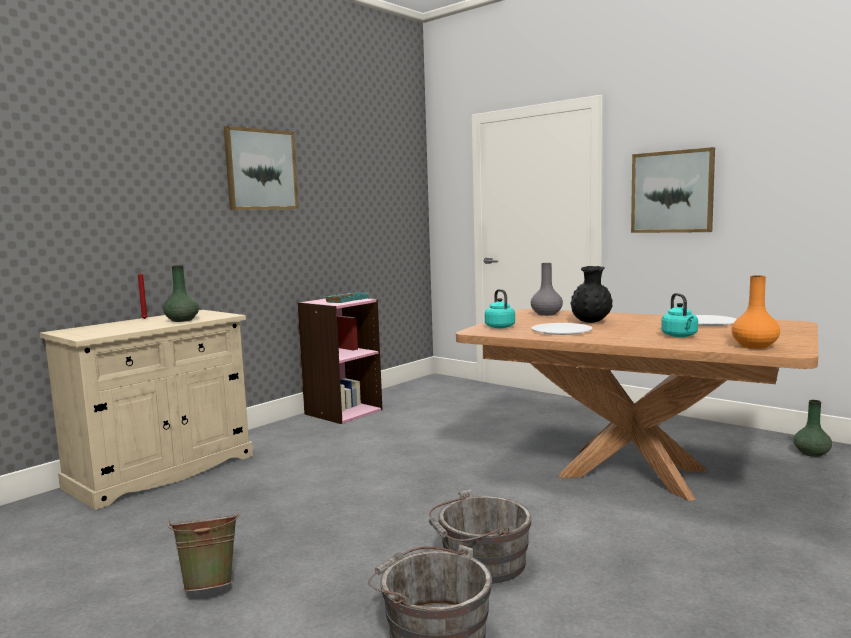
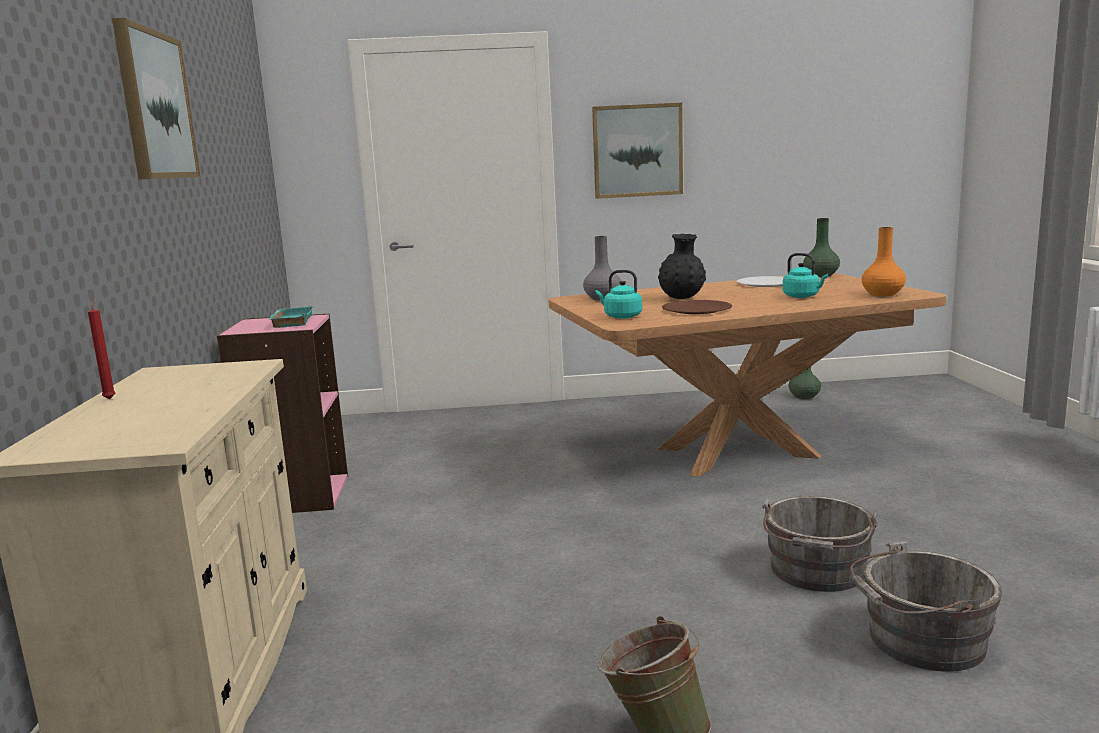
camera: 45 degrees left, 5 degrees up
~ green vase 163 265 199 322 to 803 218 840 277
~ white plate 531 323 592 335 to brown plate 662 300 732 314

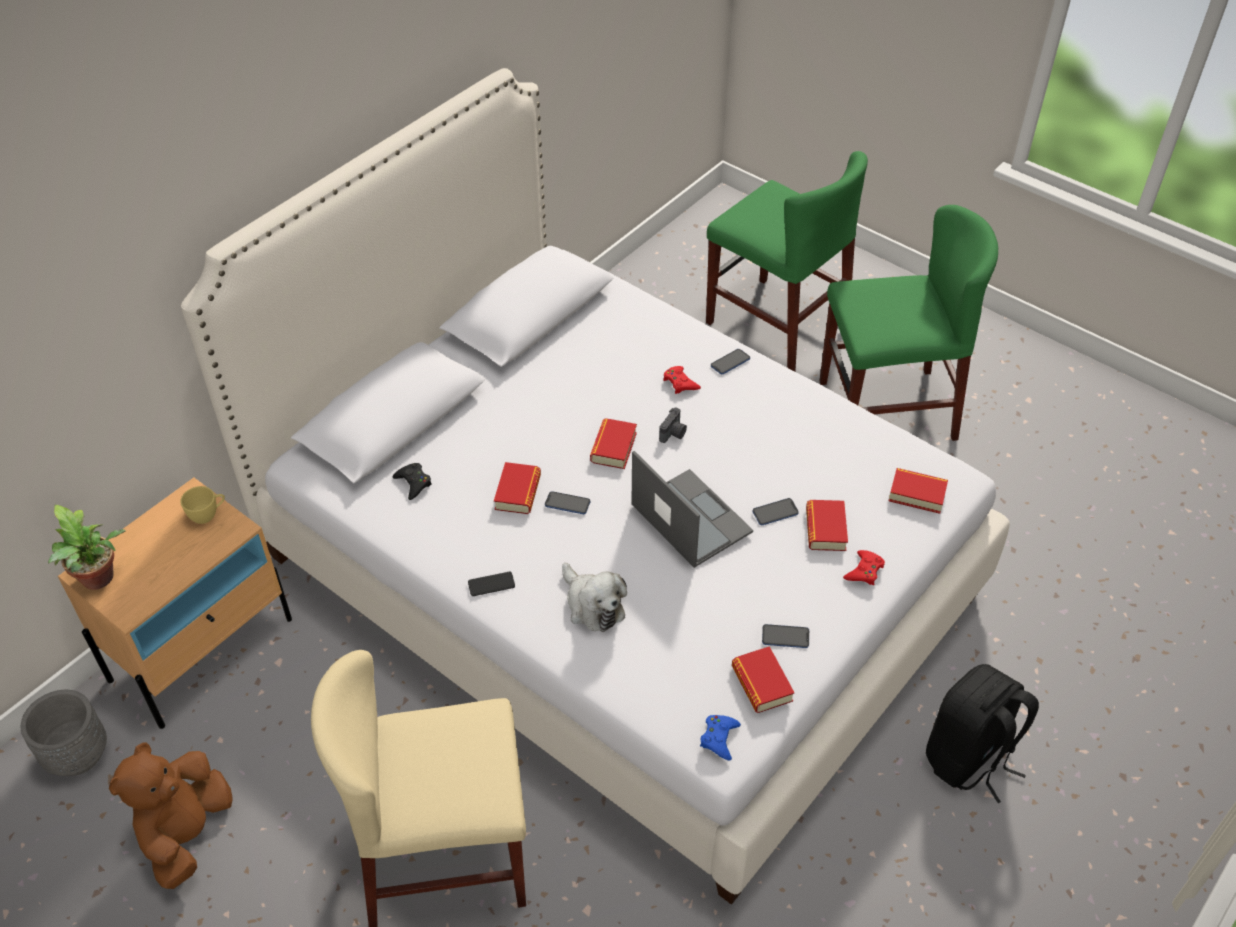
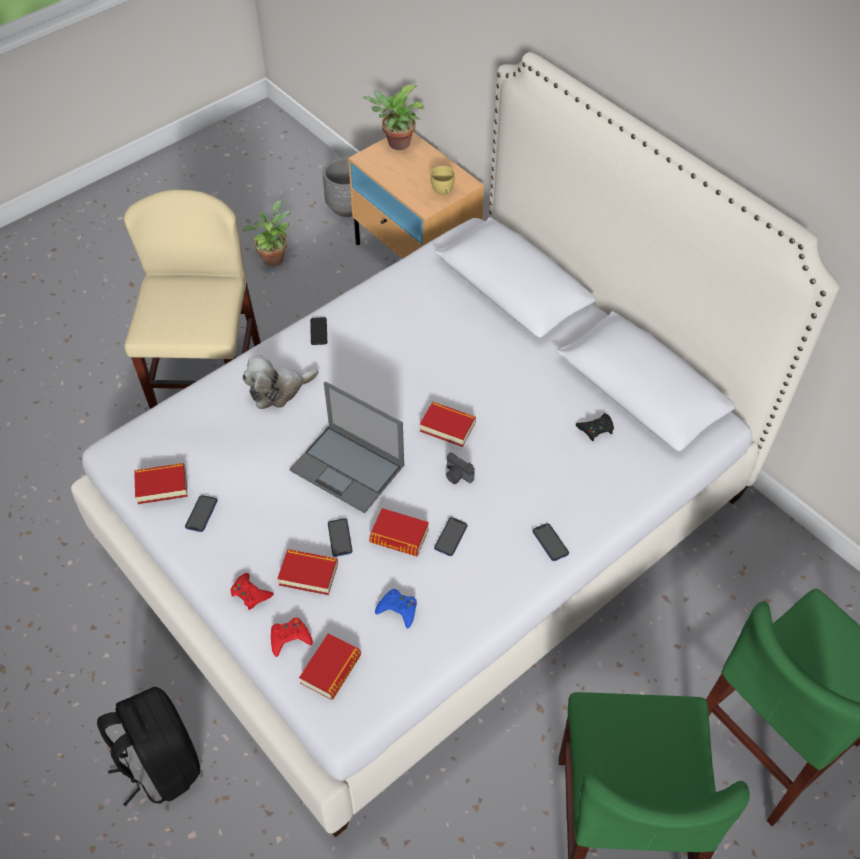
camera: 100 degrees right, 5 degrees up
~ black game controller 393 463 432 500 to 576 413 614 441
~ book 494 462 541 514 to 369 508 429 556
~ phone 545 491 590 514 to 434 517 468 556
~ red game controller 663 366 701 394 to 271 618 313 657
~ blue game controller 700 715 741 760 to 375 589 417 629
~ brown plush toy 109 742 233 889 to potted plant 242 200 291 266
~ laptop 631 451 753 568 = 289 381 404 513 60 degrees clockwise

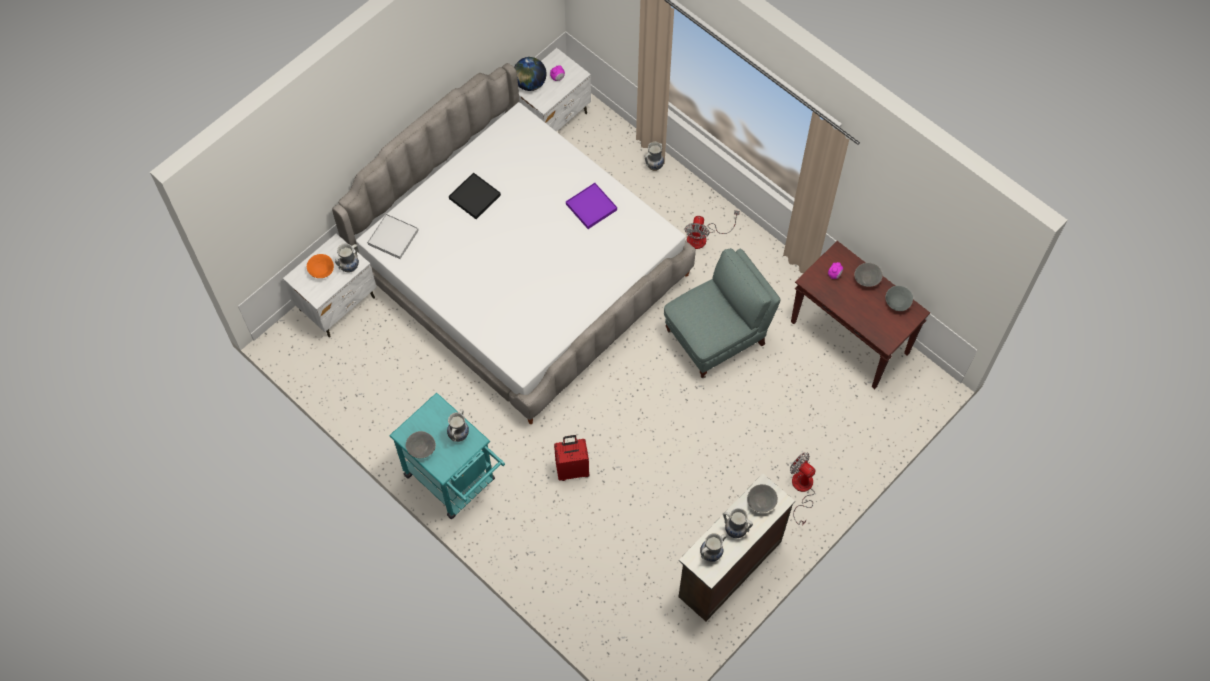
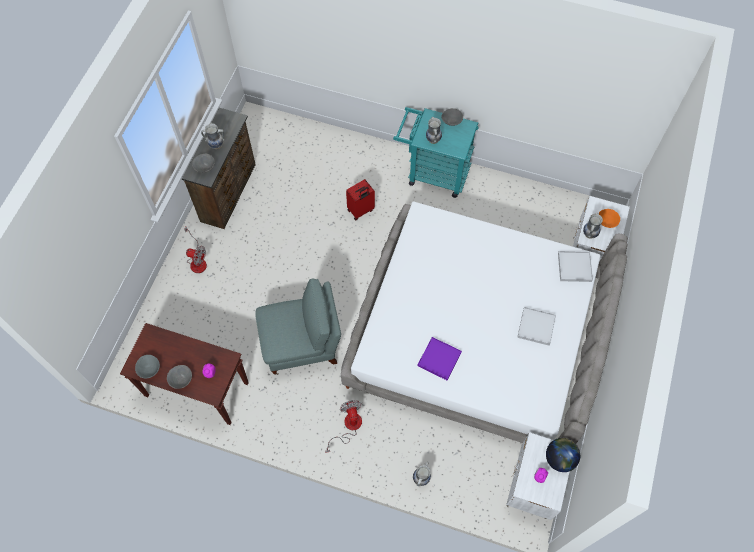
camera: 155 degrees right, 0 degrees up
- vase 700 533 726 562
~ black tray 449 172 501 219 to white tray 517 307 556 346
~ grey armchair 664 248 781 378 = 255 279 341 375 135 degrees counterclockwise

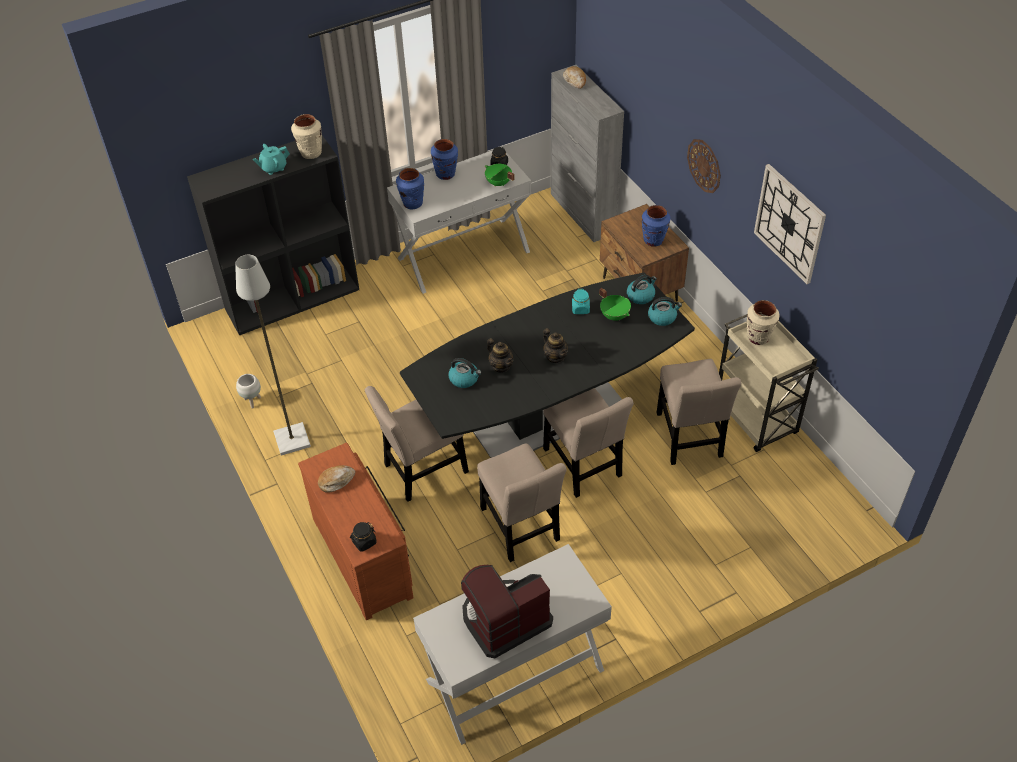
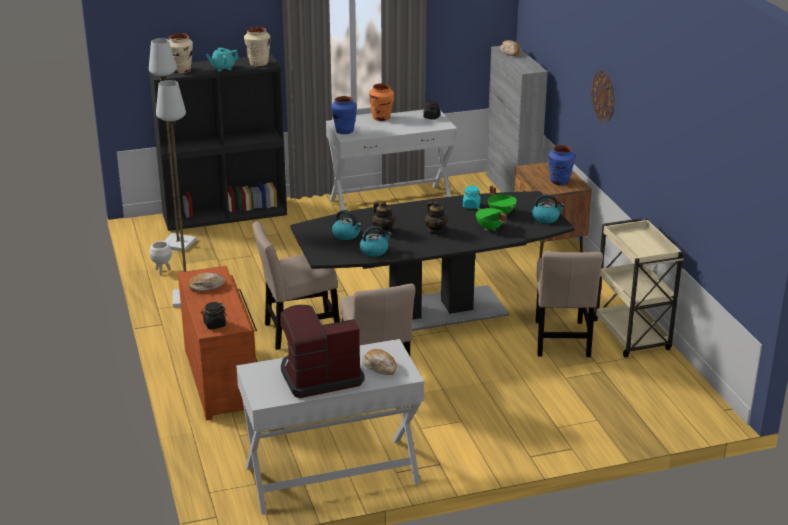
camera: 10 degrees right, 20 degrees down
- beige chair 543 388 634 498
- wall clock 754 164 826 284
+ grey floor lamp 149 38 196 251
+ bread 362 349 397 375
~ green cooking pot 485 164 515 186 to 476 208 507 231
~ kettle 627 275 657 304 to 359 226 392 256
~ beige vase 747 300 780 345 to 169 33 193 74
~ blue vase 431 139 458 180 to orange vase 369 84 394 121

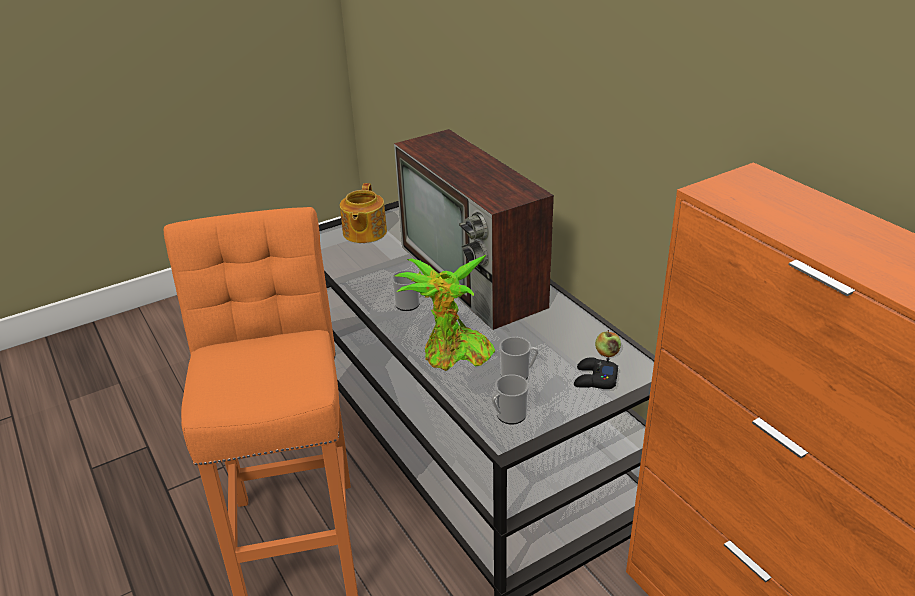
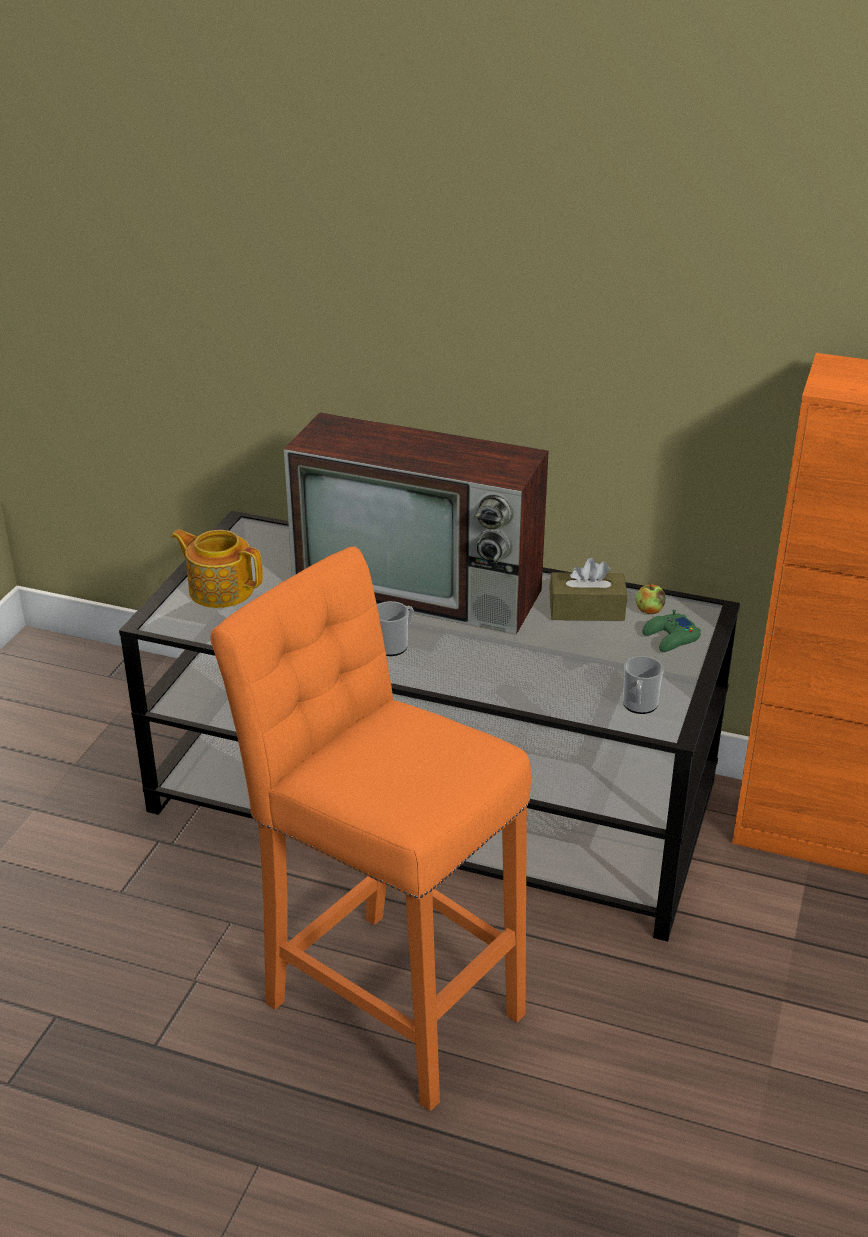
camera: 40 degrees left, 0 degrees up
- potted plant 395 255 495 371
- mug 499 337 538 380
+ brown tissue box 549 558 627 621
~ black game controller 574 357 618 389 to green game controller 642 610 701 652
~ teapot 340 183 387 243 = 171 530 263 608 150 degrees clockwise

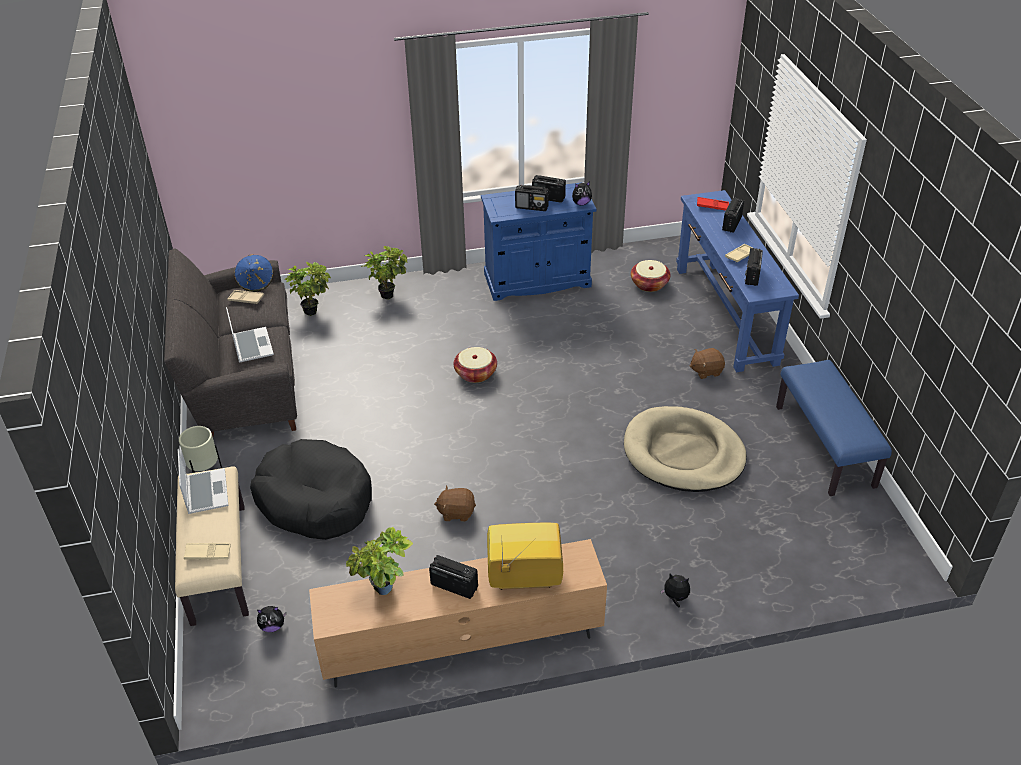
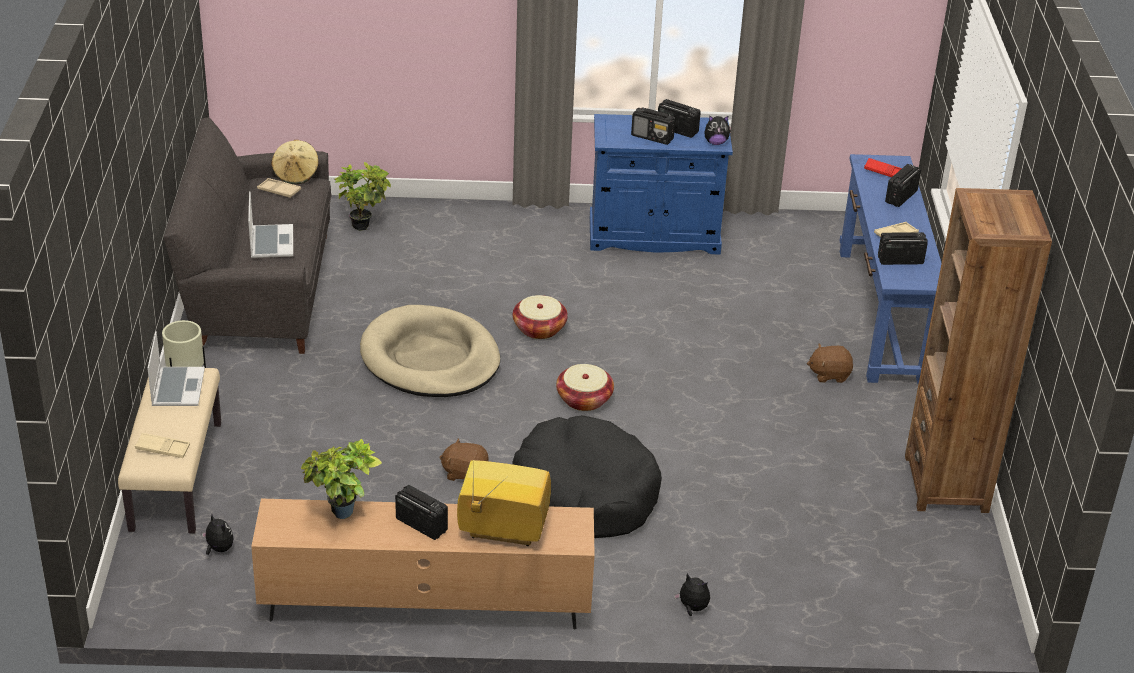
camera: 10 degrees right, 5 degrees down
- potted plant 361 246 407 299
~ black dog bed 250 439 372 540 to 513 415 662 538
~ beige dog bed 624 406 747 492 to 360 305 500 397
~ basket 631 260 671 292 to 556 364 614 411
~ blue bench 776 360 892 496 to brown bookcase 905 188 1052 513
~ blue hat 234 254 273 292 to beige hat 271 140 319 184
~ plush toy 257 606 286 632 = 202 514 233 555 135 degrees counterclockwise
~ radio 745 248 763 286 = 878 232 928 265 60 degrees clockwise

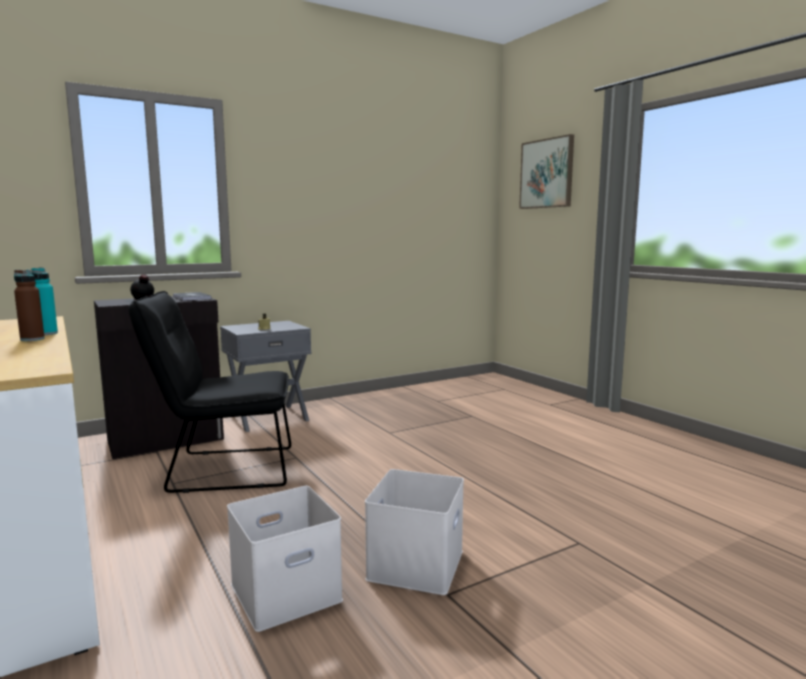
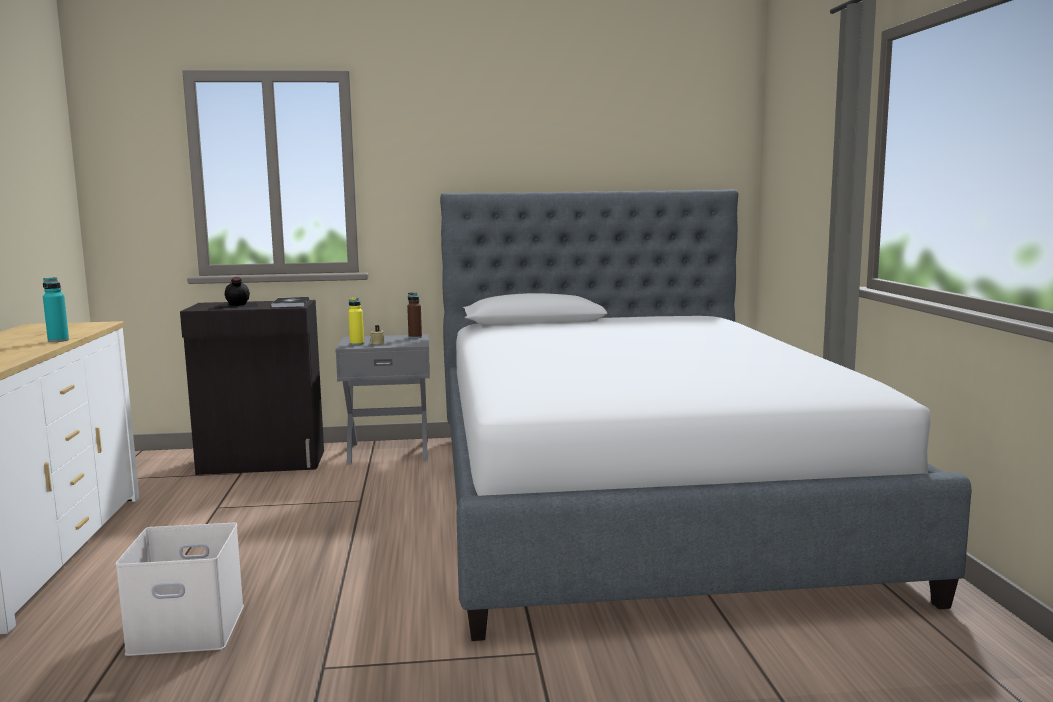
camera: 25 degrees right, 0 degrees up
- black chair 128 291 291 493
- white storage box 365 469 464 595
- picture 519 134 574 209
+ yellow bottle 348 297 364 345
+ bed 440 189 972 641
~ brown bottle 14 270 45 341 to 407 292 422 339

